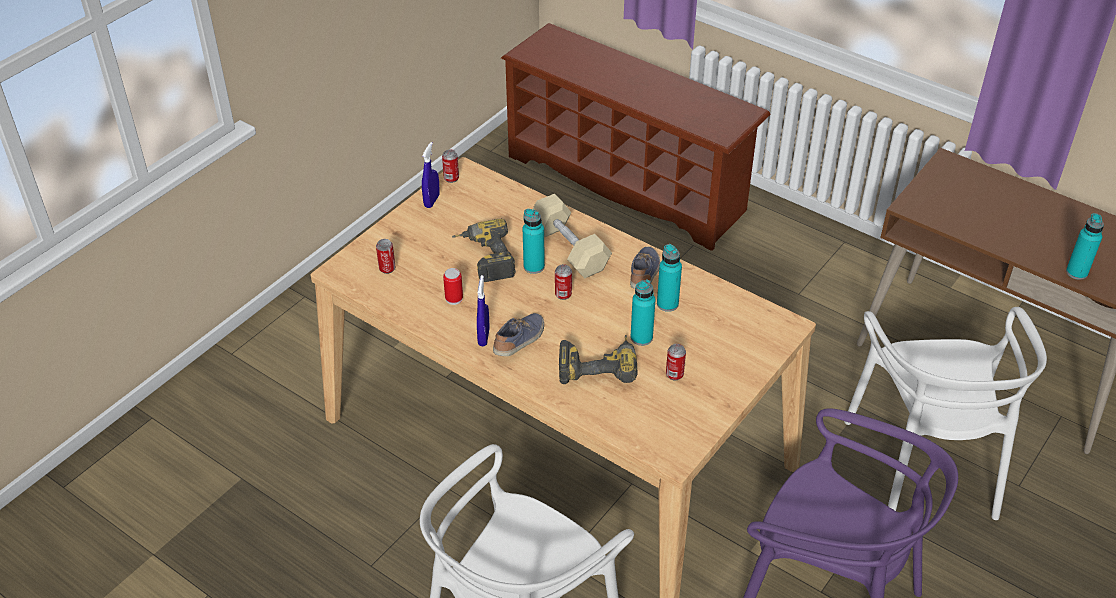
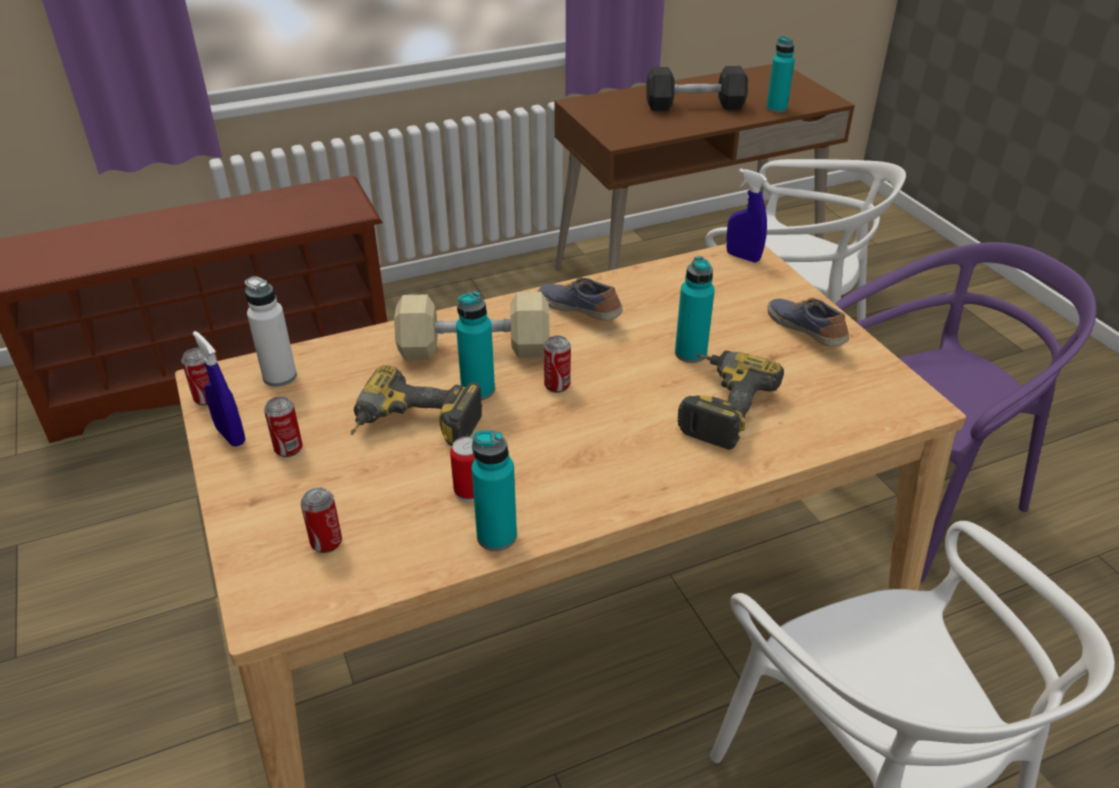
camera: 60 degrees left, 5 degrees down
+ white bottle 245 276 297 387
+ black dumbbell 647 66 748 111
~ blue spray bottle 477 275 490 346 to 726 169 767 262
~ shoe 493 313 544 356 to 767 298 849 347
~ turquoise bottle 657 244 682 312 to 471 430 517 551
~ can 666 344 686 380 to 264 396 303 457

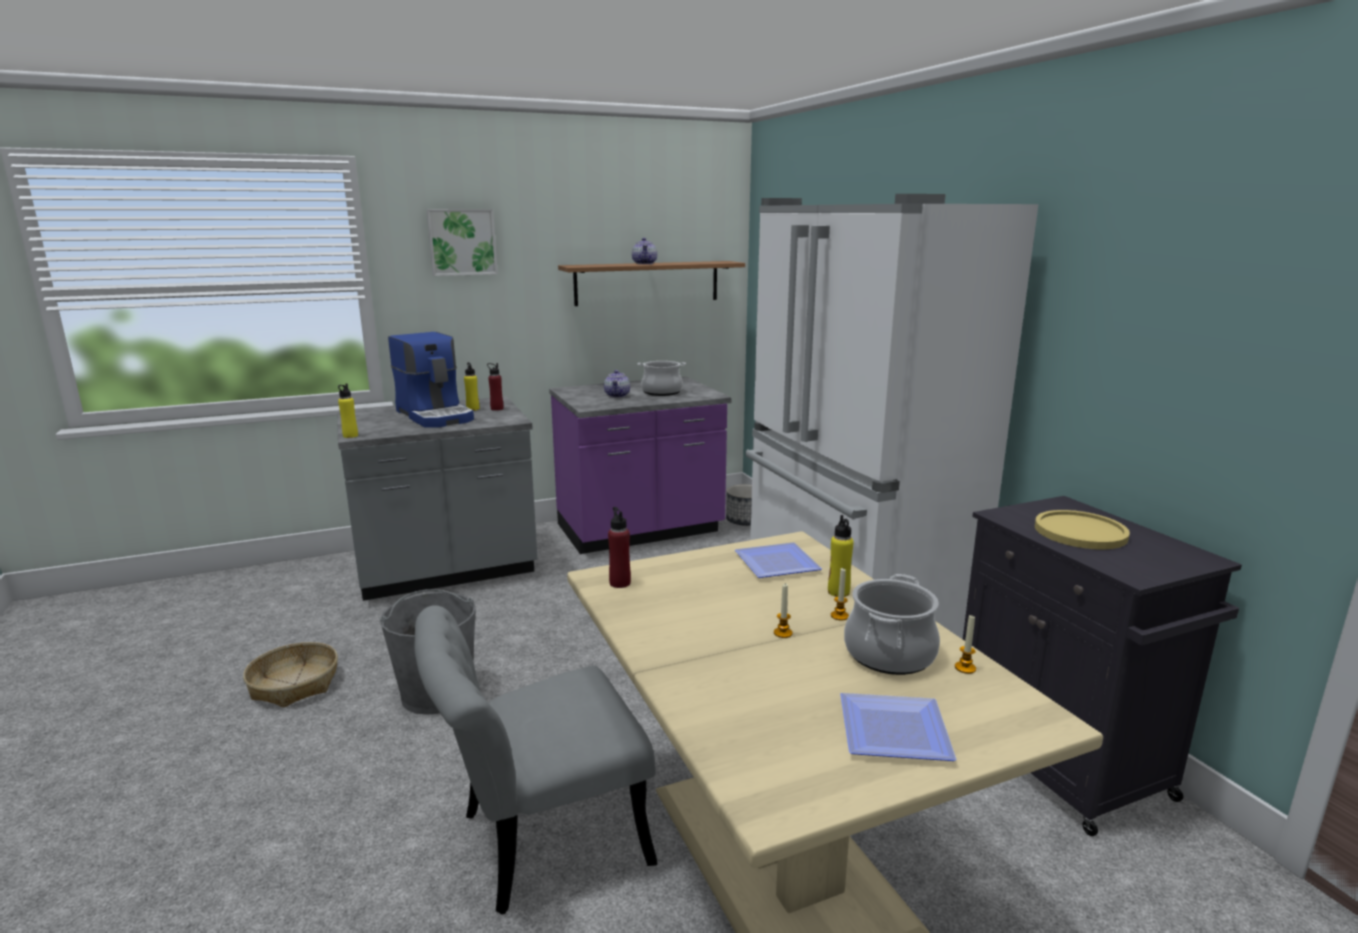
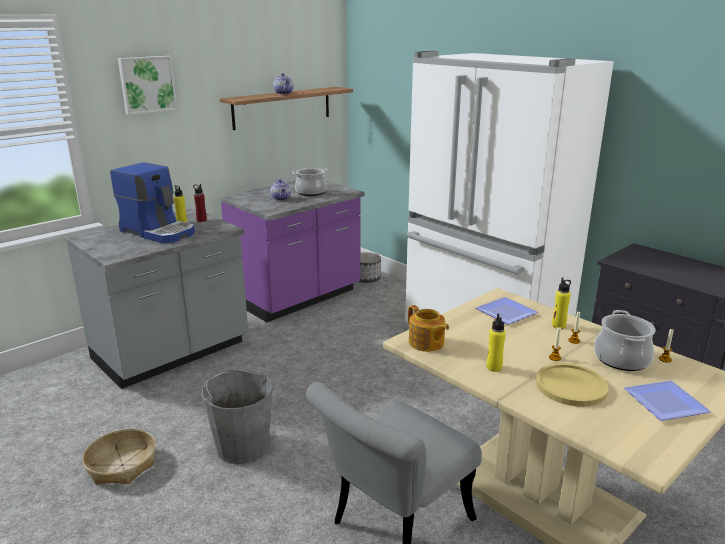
camera: 20 degrees left, 5 degrees up
~ yellow bottle 338 384 358 438 to 486 314 506 372
~ yellow plate 1035 510 1130 549 to 536 363 609 407
~ red bottle 608 507 631 588 to teapot 408 305 449 352

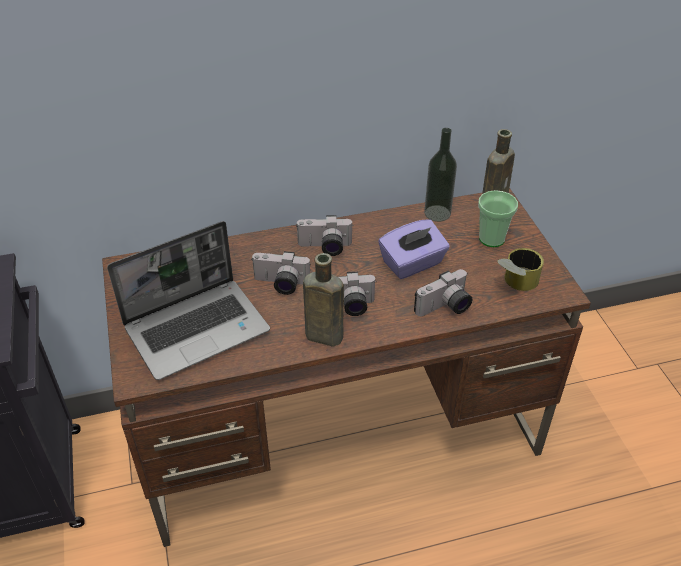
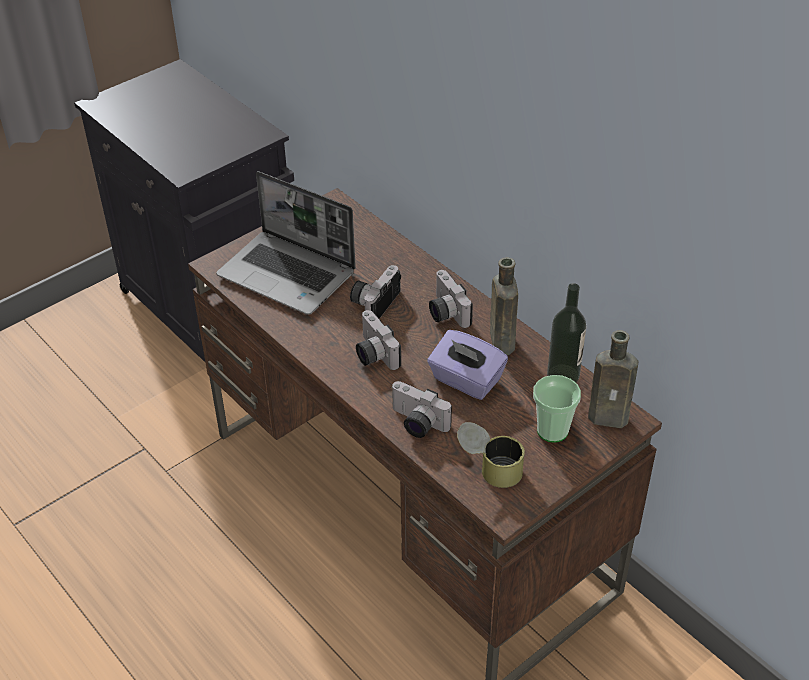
camera: 65 degrees right, 0 degrees up
~ brown bottle 303 253 344 347 to 490 257 518 355
~ photo camera 252 251 311 295 = 350 265 401 319 45 degrees clockwise

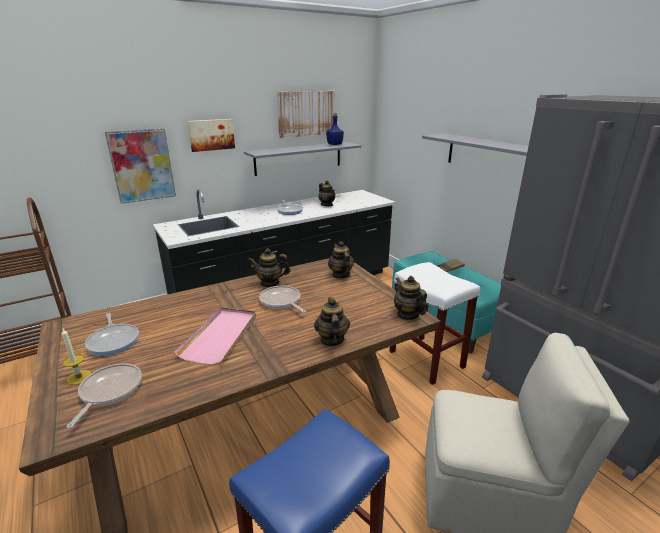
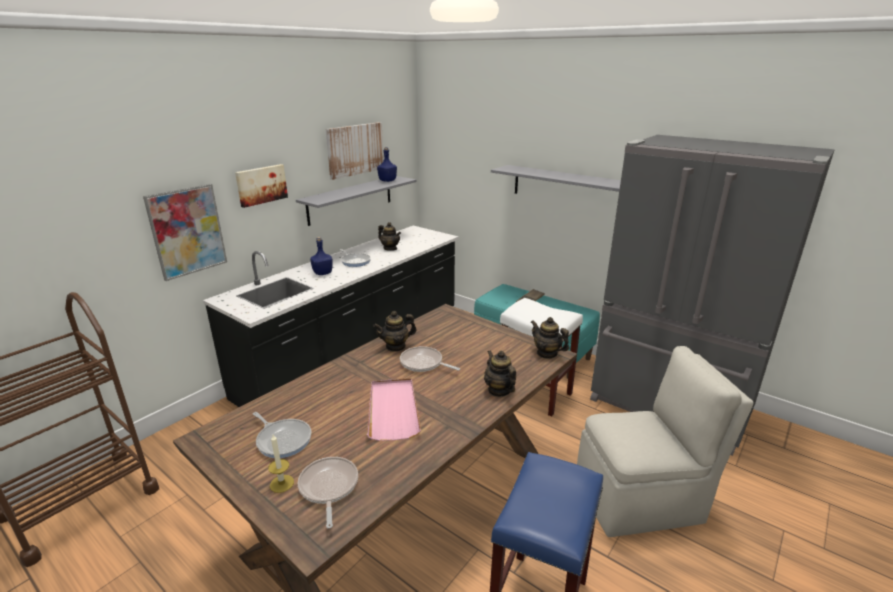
camera: 20 degrees left, 0 degrees up
- teapot 328 241 354 279
+ blue bottle 310 237 333 275

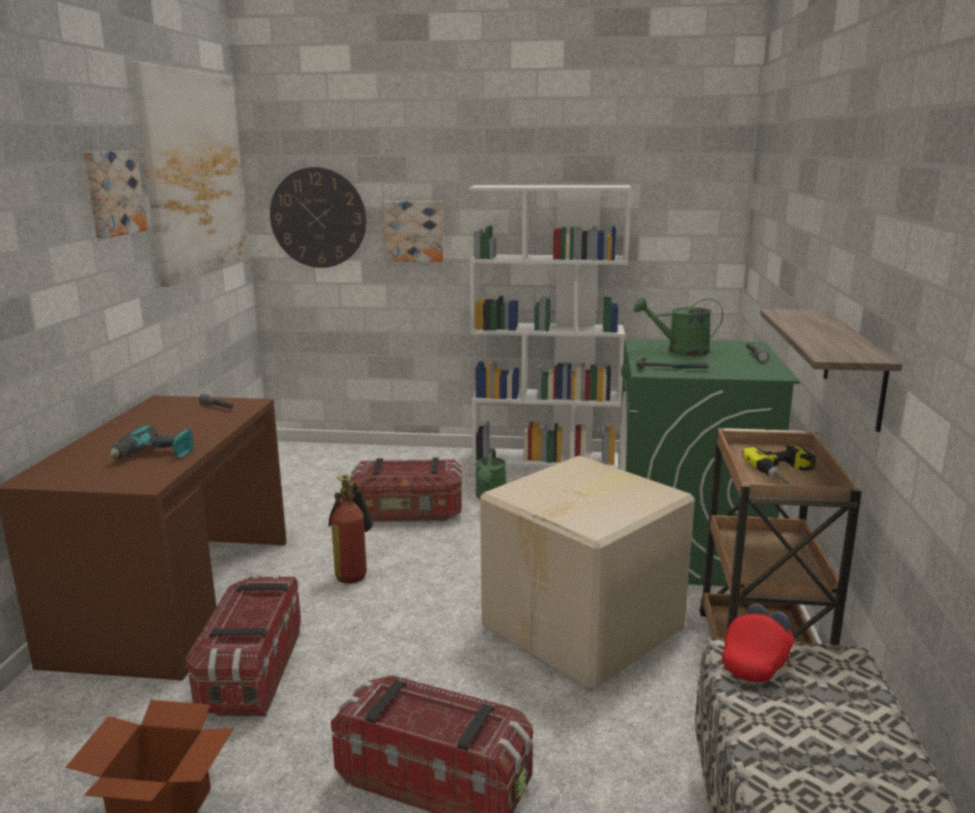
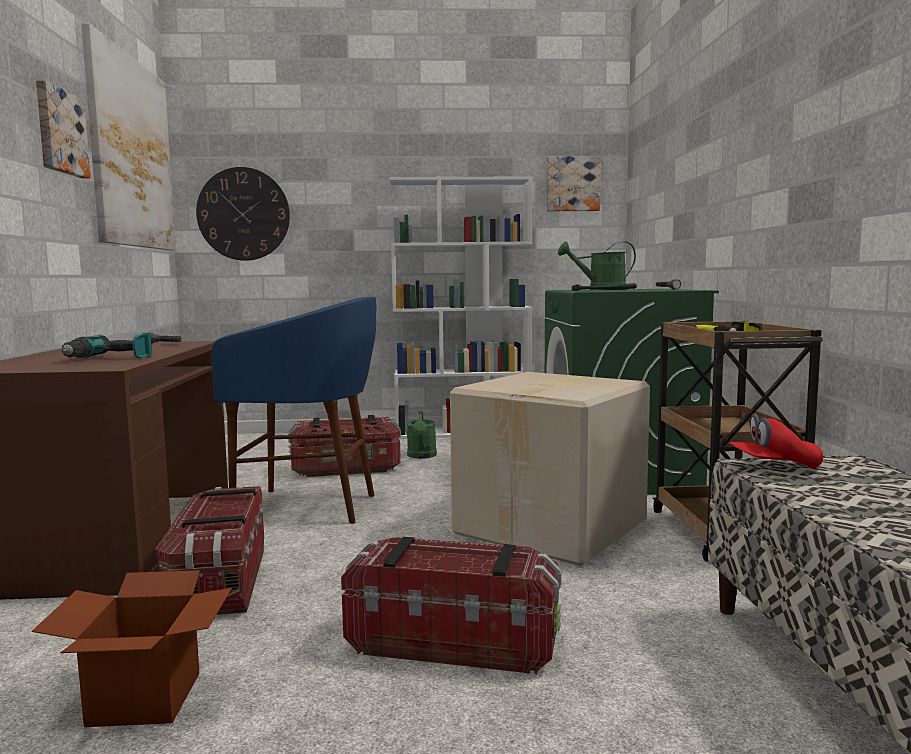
camera: 10 degrees left, 10 degrees down
- shelf 760 309 902 432
~ picture 383 201 444 262 to 547 156 601 211
~ fire extinguisher 328 474 374 584 to blue stool 212 297 376 524
~ red cap 722 604 794 682 = 728 413 823 469 120 degrees counterclockwise

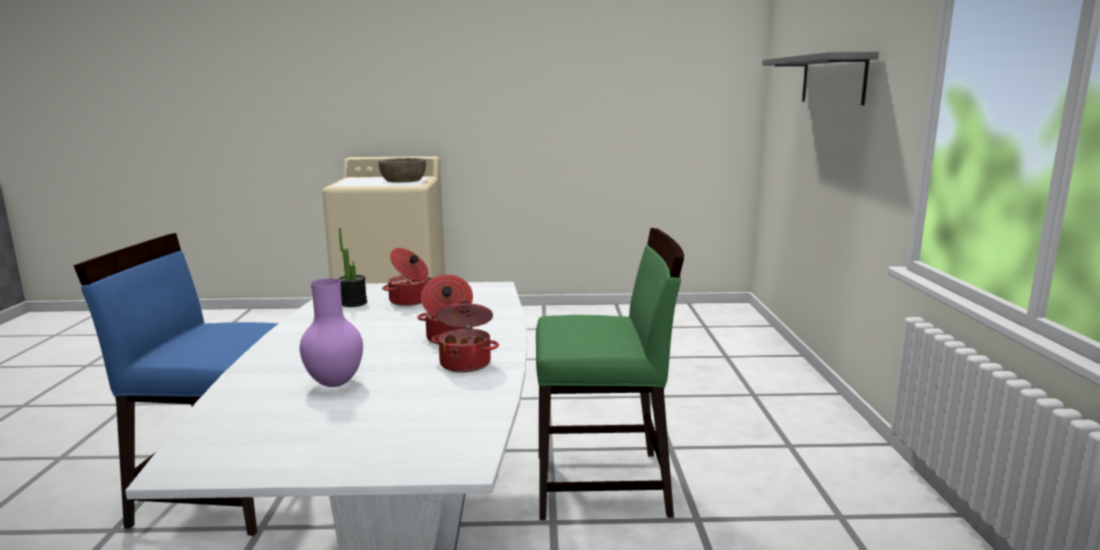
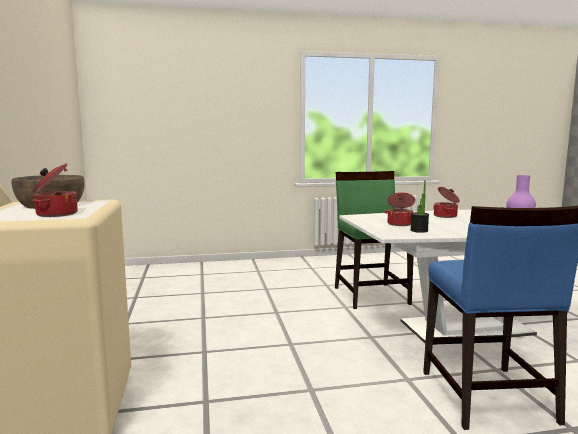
camera: 100 degrees left, 5 degrees down
- grey shelf 762 52 879 105
~ cooking pot 431 301 499 373 to 32 163 78 217

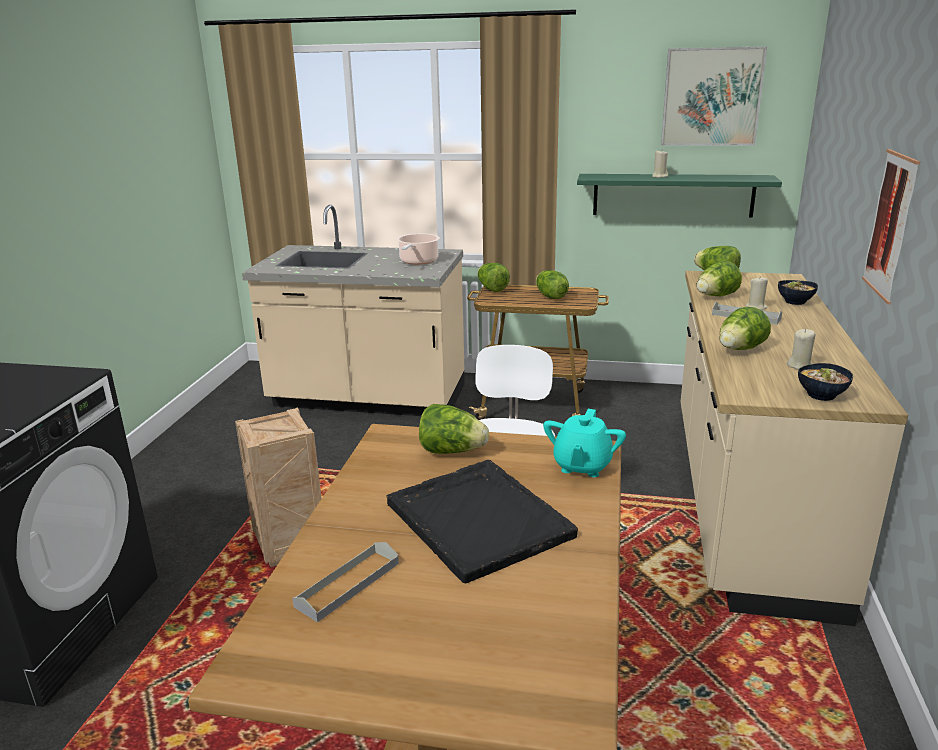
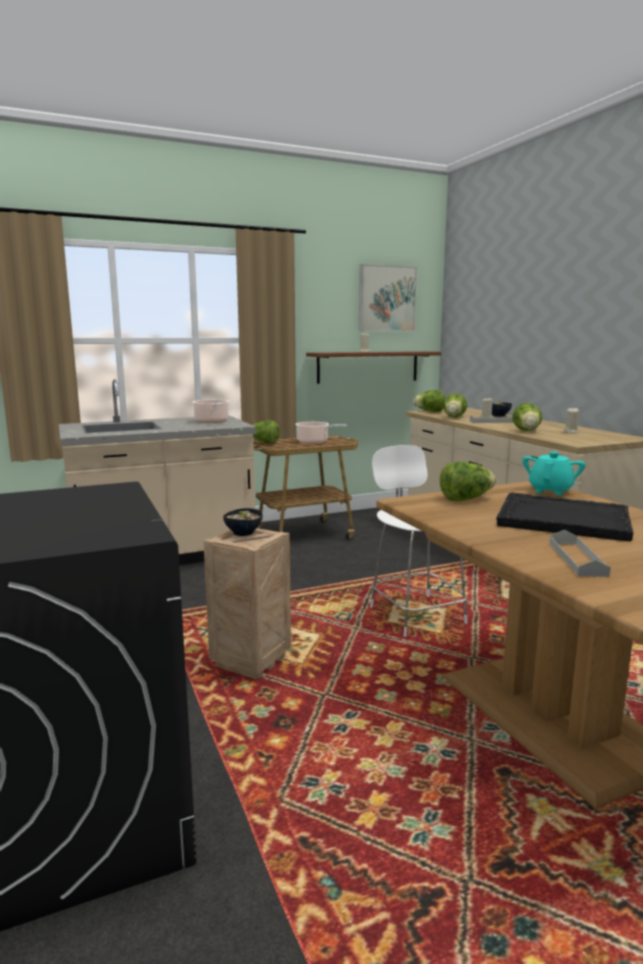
camera: 35 degrees left, 10 degrees down
- picture 862 149 920 304
~ bowl 798 363 853 401 to 223 508 263 536
~ lettuce 536 270 569 299 to cooking pot 295 422 347 444
~ green shelf 577 174 782 218 to brown shelf 306 351 442 384
~ turquoise teapot 543 409 626 477 = 522 452 586 495 135 degrees counterclockwise

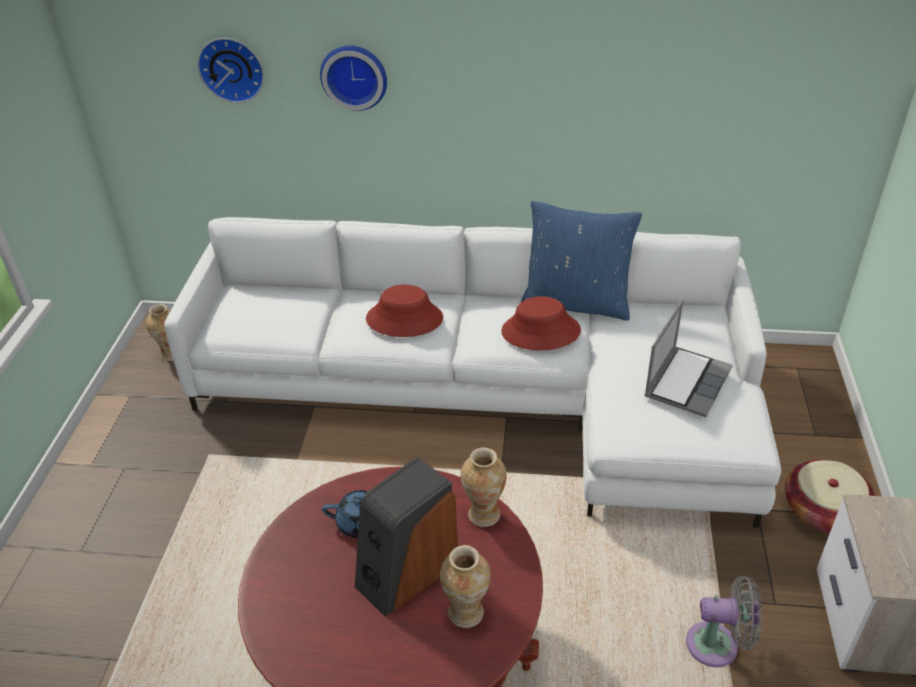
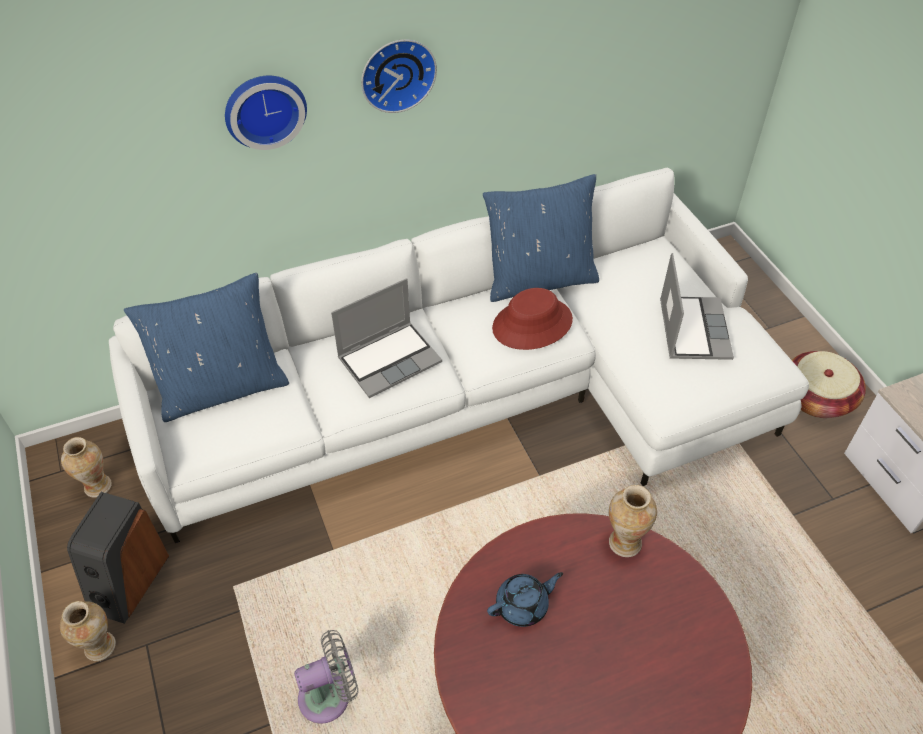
camera: 30 degrees left, 10 degrees up
+ blue pillow 124 273 289 422
~ wall clock 198 38 264 103 to 361 39 437 113
~ speaker 355 456 458 617 to 67 492 169 624
~ vase 440 545 491 628 to 60 601 116 661
~ grey fan 686 576 762 667 to 294 630 359 724
~ red hat 366 285 443 337 to laptop 331 278 442 398

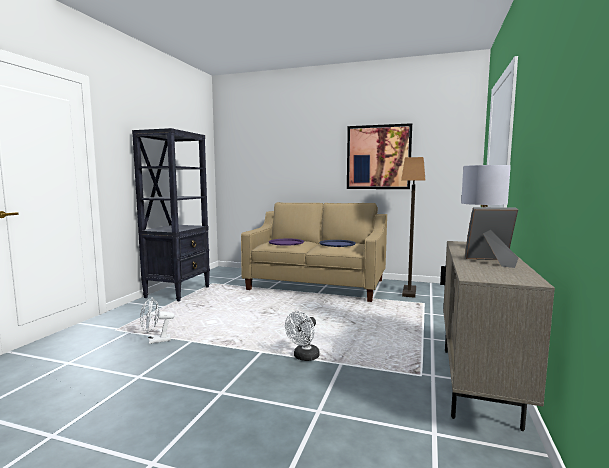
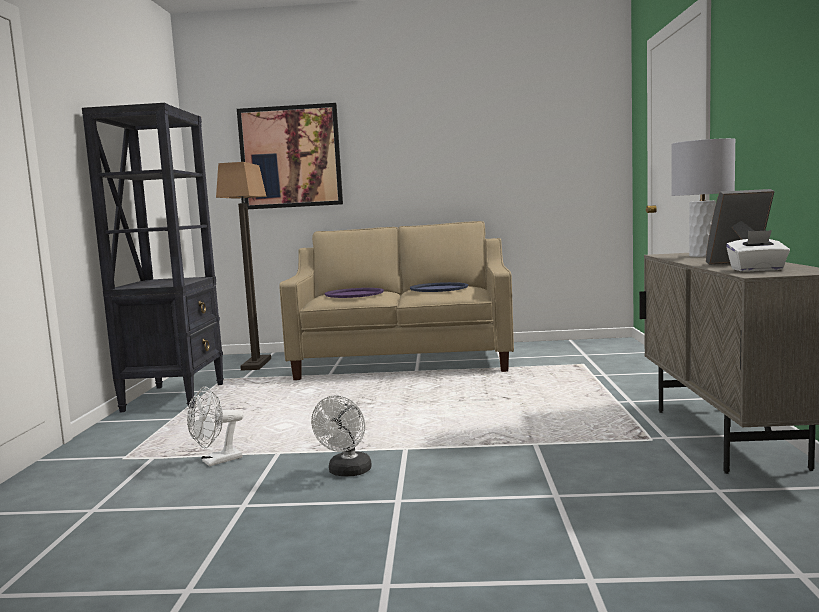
camera: 15 degrees left, 0 degrees up
+ white tissue box 726 230 790 272
~ white fan 285 311 320 361 to 311 395 372 476
~ picture 347 123 412 189 to 237 103 343 209
~ floor lamp 401 157 426 298 to 216 162 271 371

